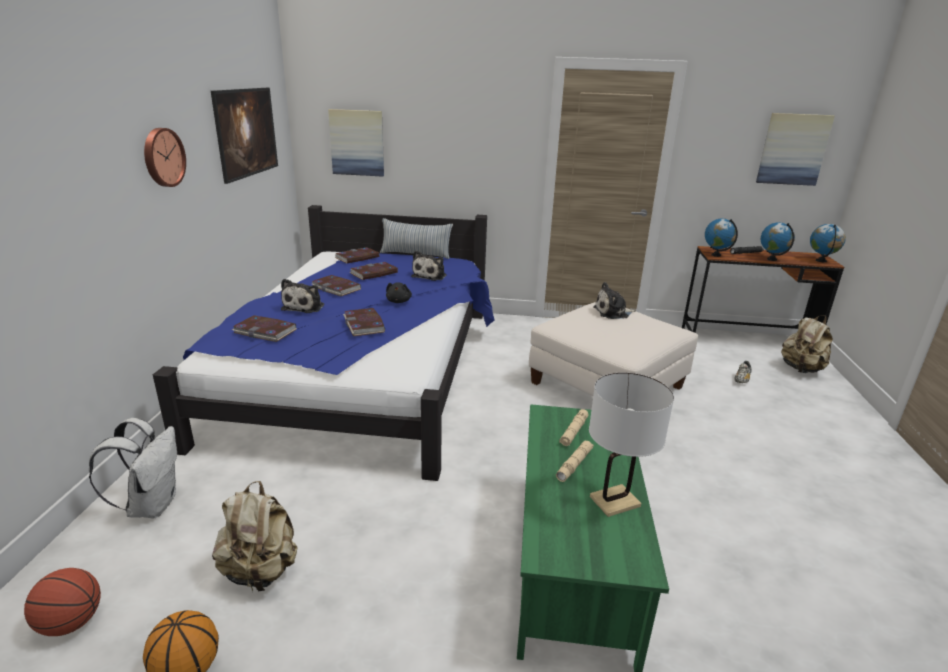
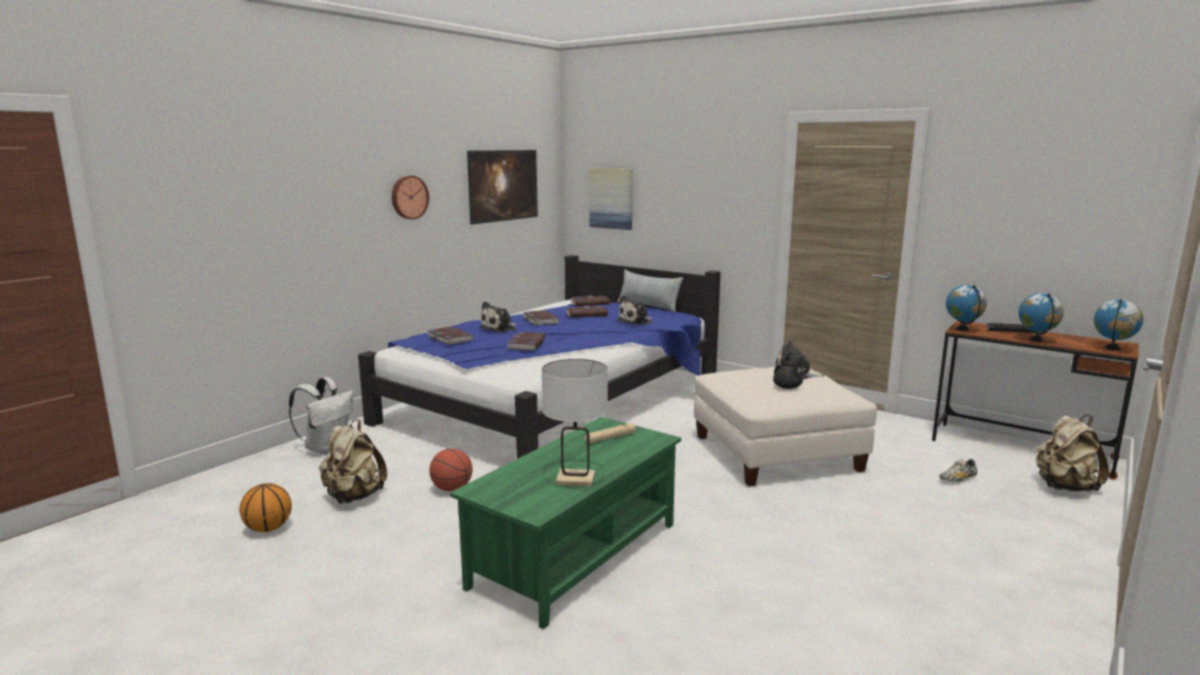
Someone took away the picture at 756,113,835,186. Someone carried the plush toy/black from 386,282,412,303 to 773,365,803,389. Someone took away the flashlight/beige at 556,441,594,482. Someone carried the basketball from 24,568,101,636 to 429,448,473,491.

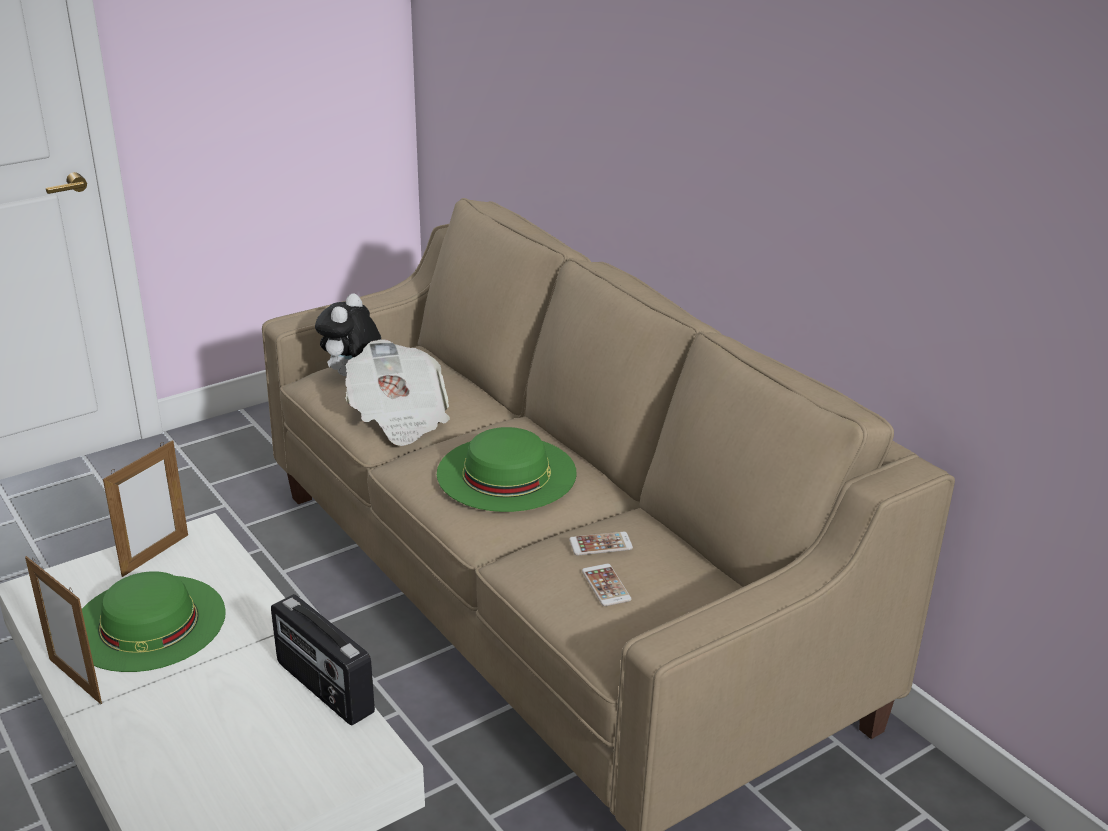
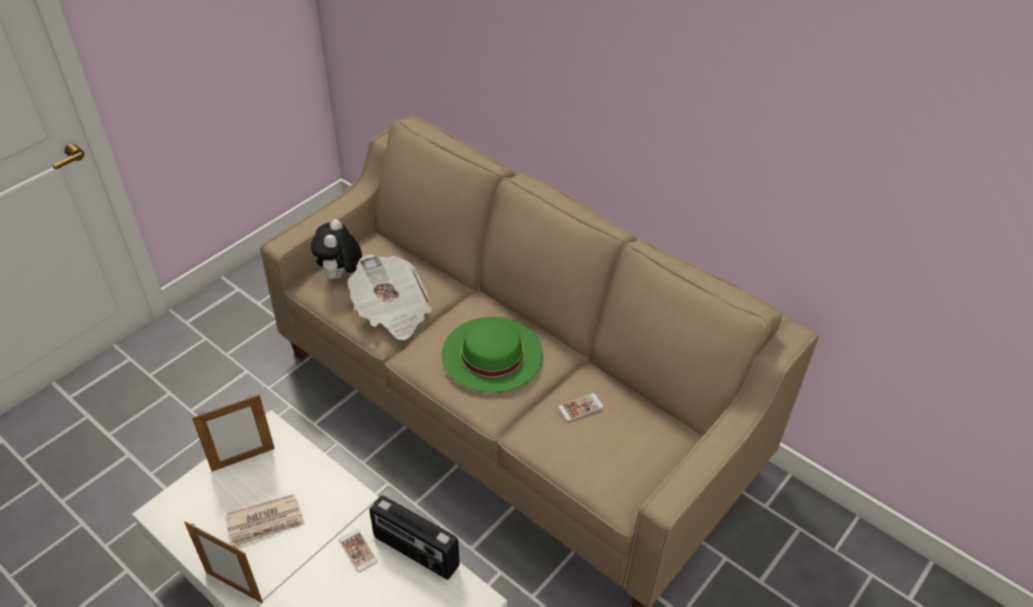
Someone rotated the picture frame at 103,440,188,577 by 45 degrees clockwise. Someone carried the phone from 582,564,632,606 to 339,530,377,572. Someone swapped the hat/green at 82,571,226,672 for the newspaper at 225,494,305,547.

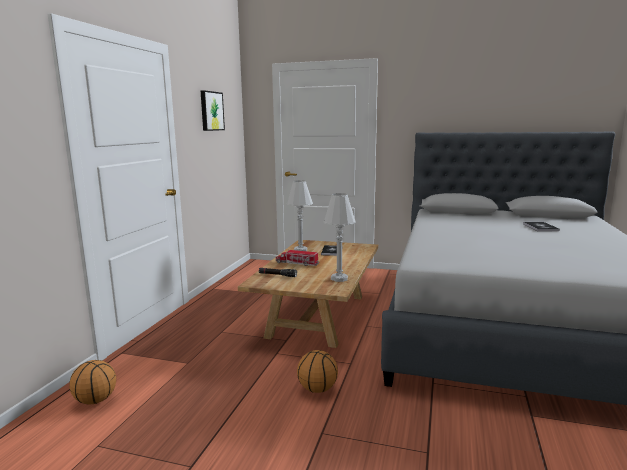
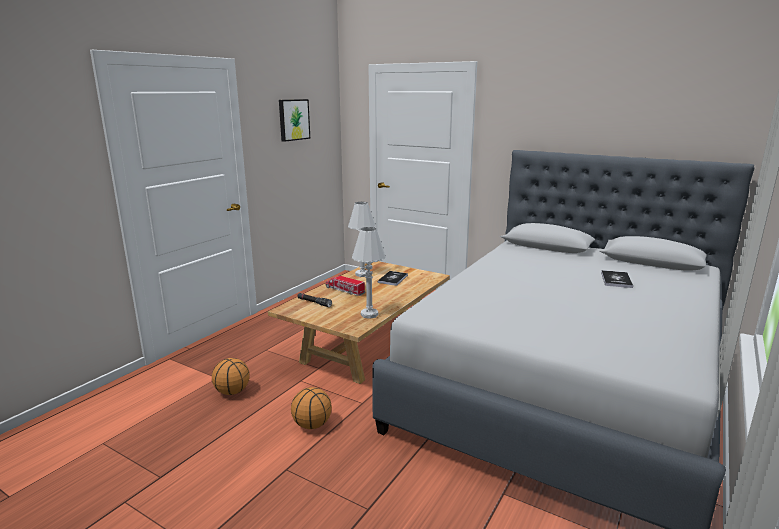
Someone carried the basketball from 69,360,116,404 to 212,358,250,395.

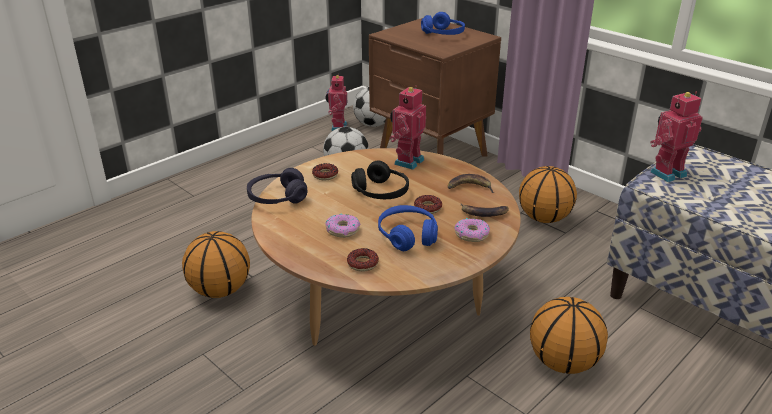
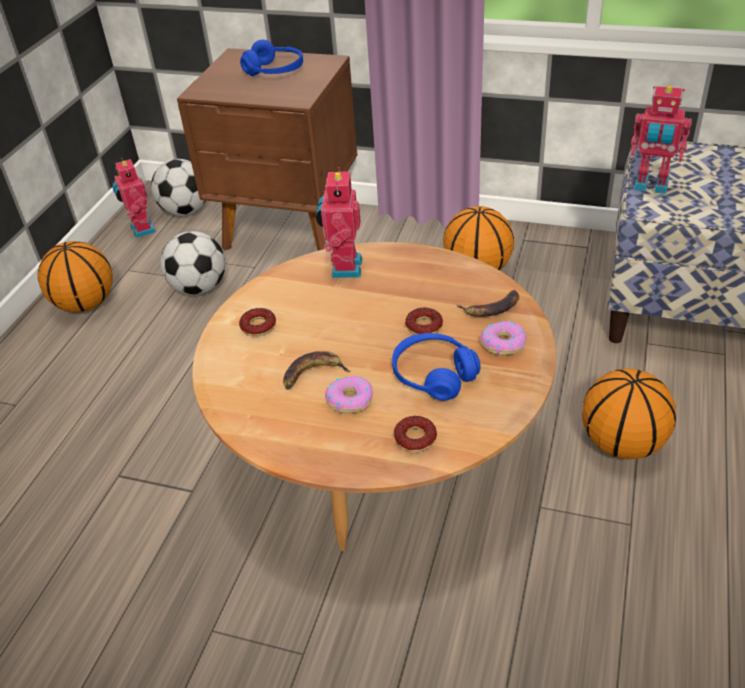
Someone rotated the toy robot at 650,92,703,182 by 105 degrees counterclockwise. Someone took away the headphones/black at 351,161,409,199. Someone took away the headphones/purple at 247,168,308,204. Someone carried the banana from 448,174,494,193 to 283,351,351,390. Someone carried the basketball from 182,231,250,298 to 38,241,113,312.

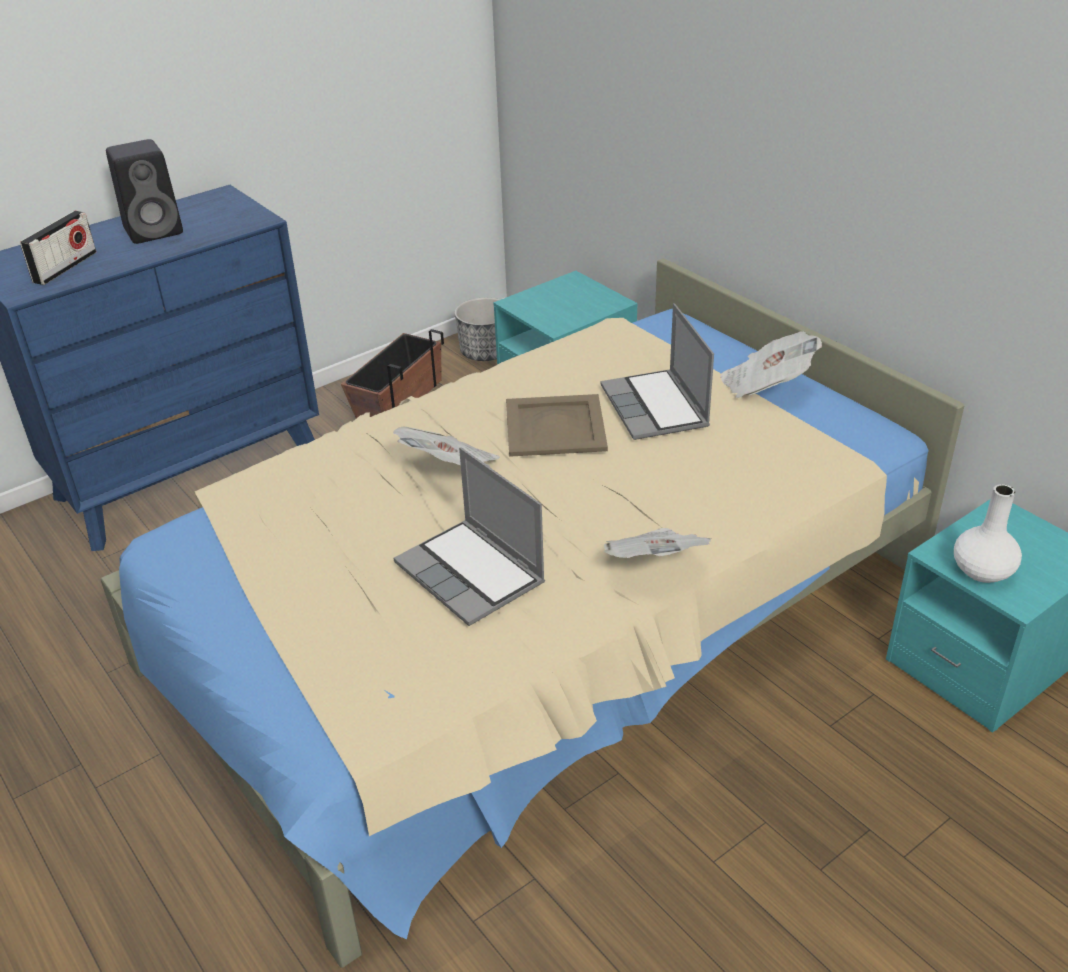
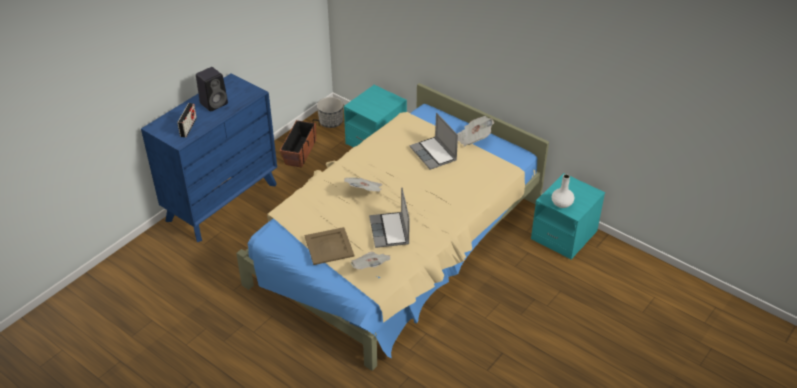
Someone carried the tray/beige from 506,394,608,457 to 305,227,354,265. Someone rotated the laptop at 394,447,545,626 by 45 degrees clockwise. Someone carried the newspaper from 604,528,711,558 to 351,252,390,269.

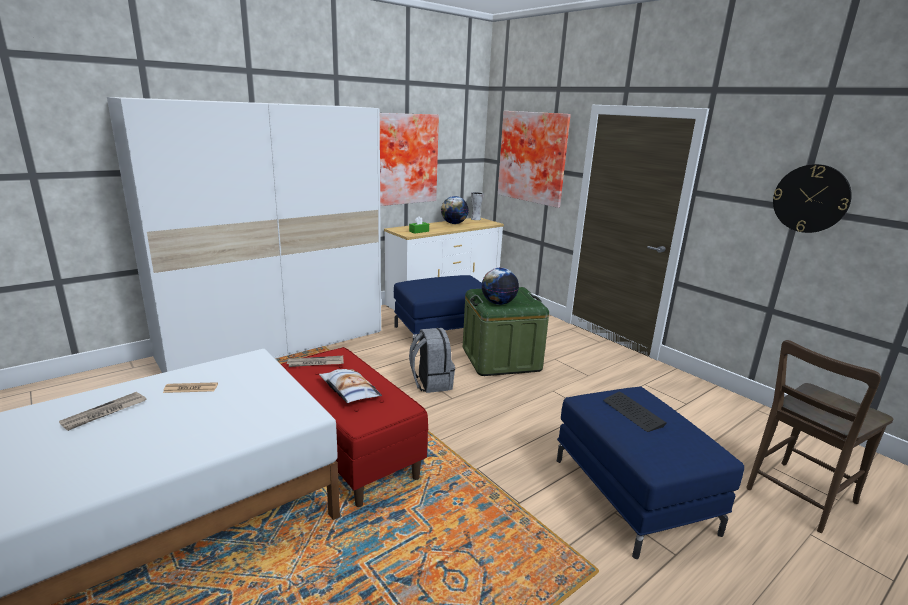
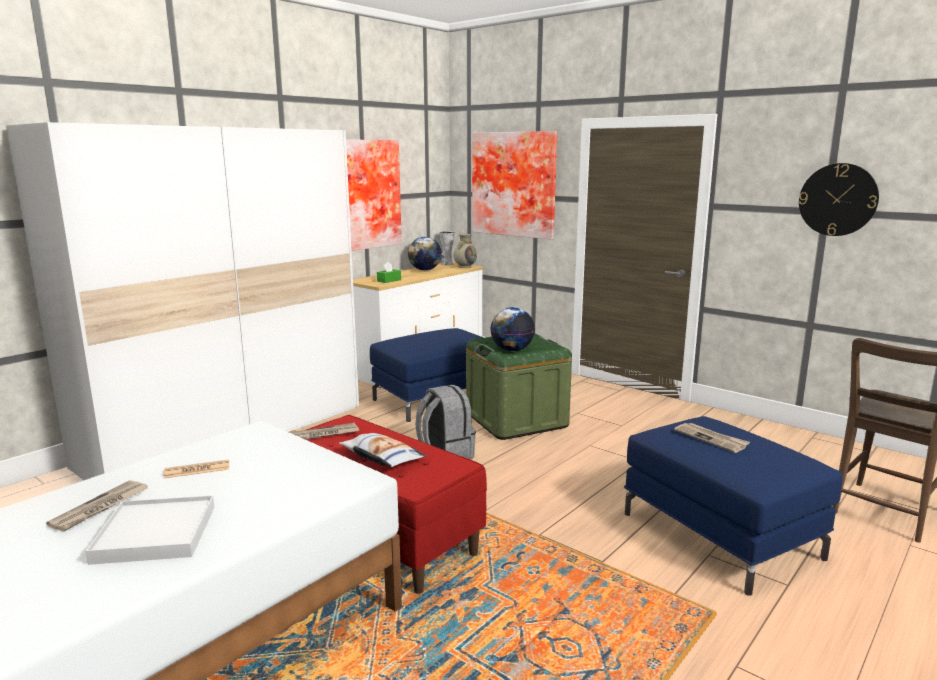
Someone swapped the keyboard at 603,391,667,432 for the newspaper at 674,423,750,453. Someone put down the vase/beige at 454,234,477,268. Someone put down the tray/white at 86,495,214,565.

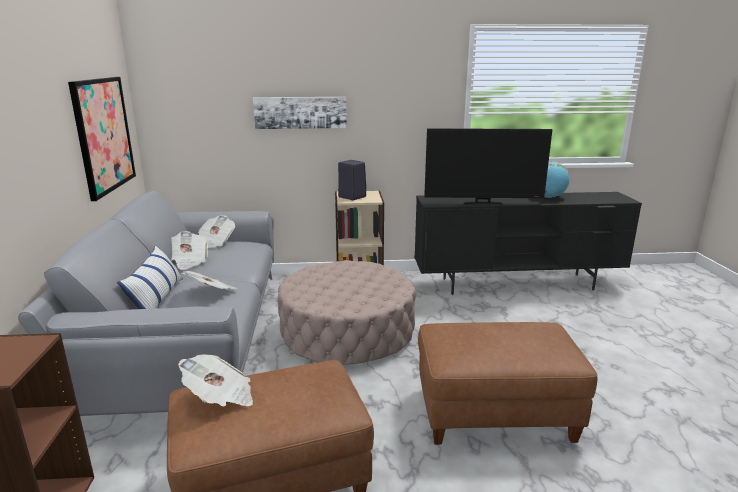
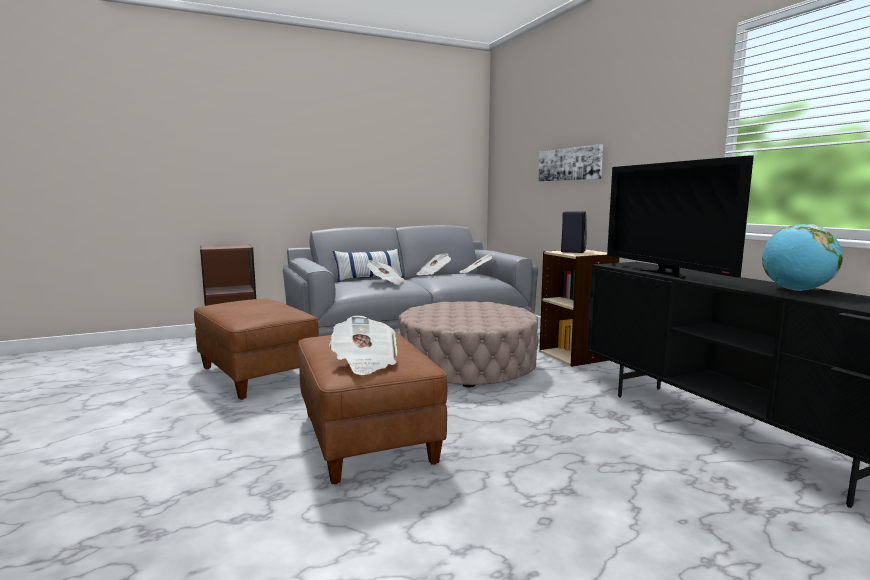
Someone took away the picture at 68,77,136,201. Someone carried the newspaper from 178,355,253,407 to 329,316,397,375.

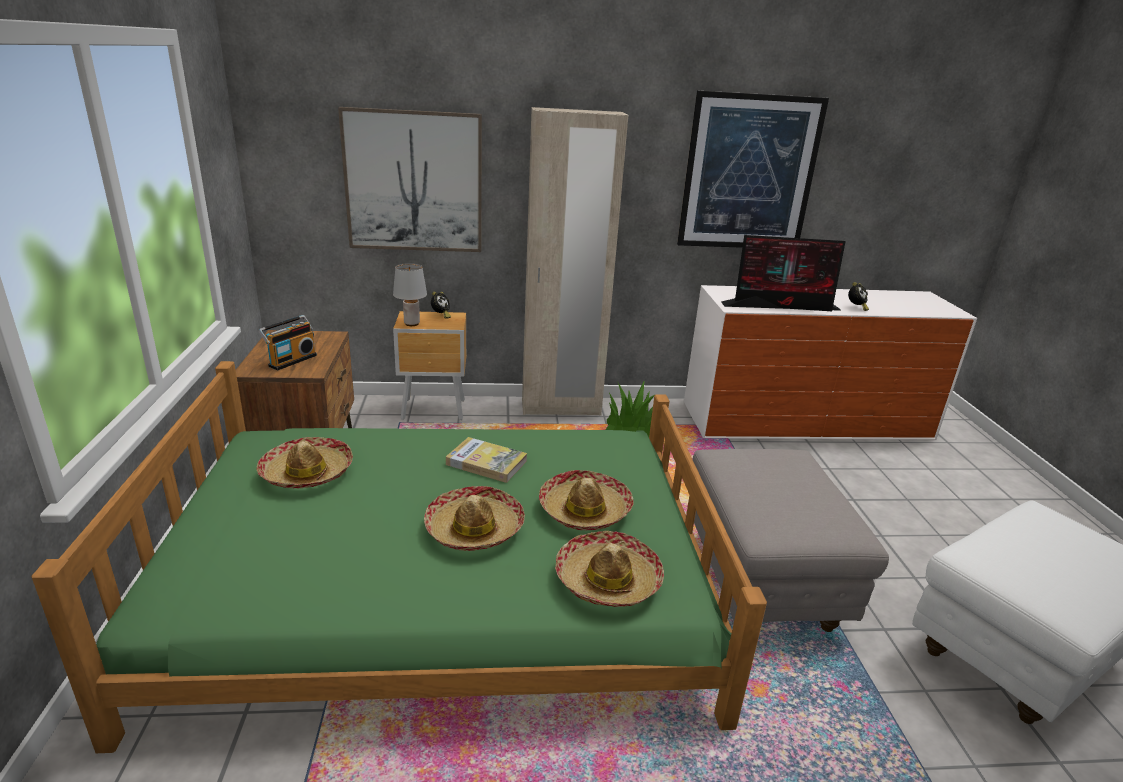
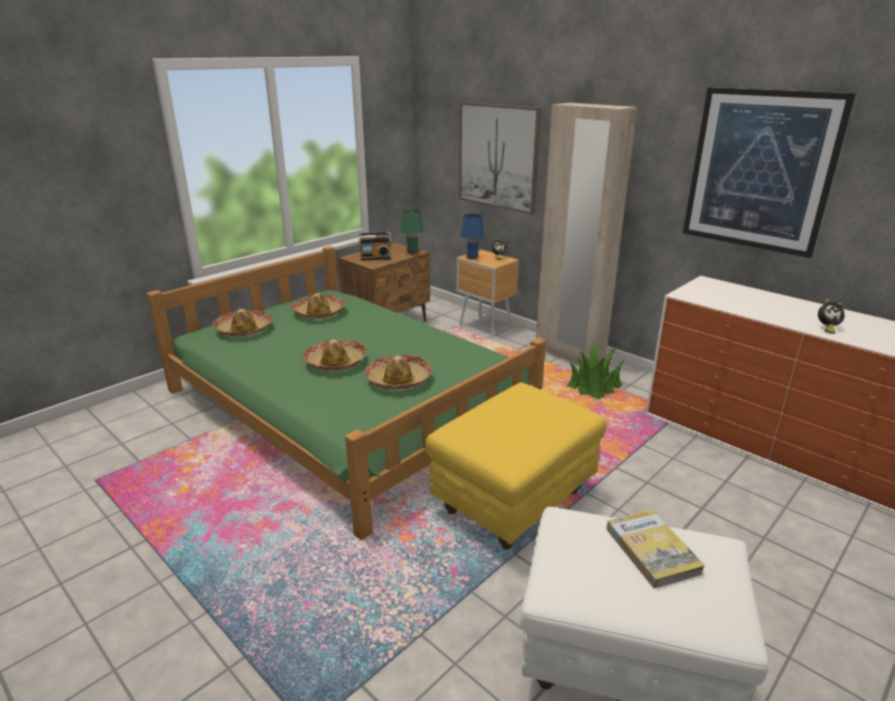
Someone took away the monitor at 721,235,846,311. Someone repainted the table lamp/grey at 393,263,427,326, which became the table lamp/blue at 461,213,484,259. Someone carried the book from 446,437,527,483 to 606,509,705,588. Someone repainted the ottoman/grey at 692,449,889,632, which became the ottoman/yellow at 425,382,607,550. Someone carried the hat from 555,531,664,607 to 213,309,272,336. Someone put down the table lamp/green at 400,209,424,253.

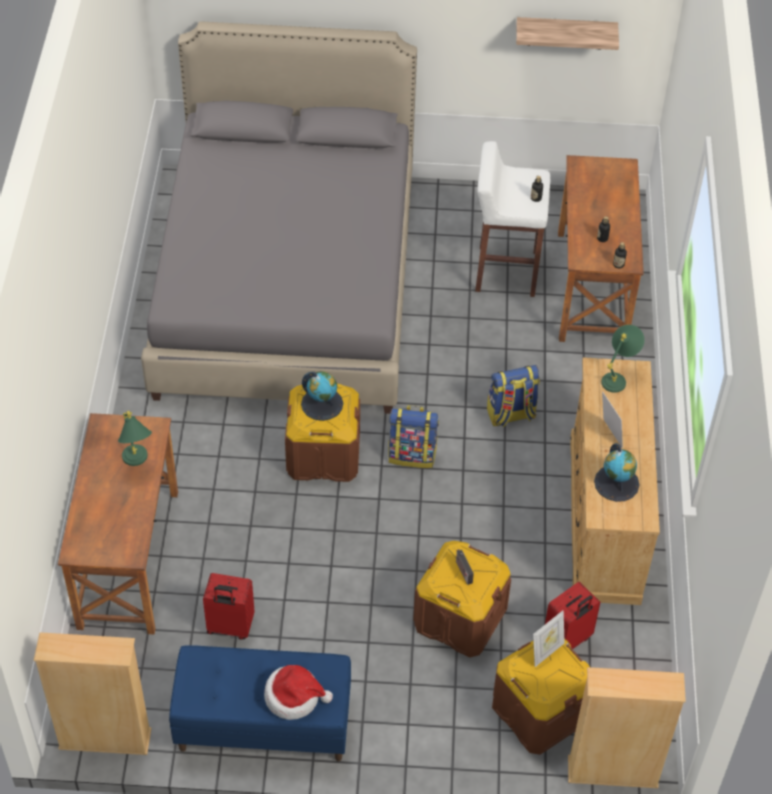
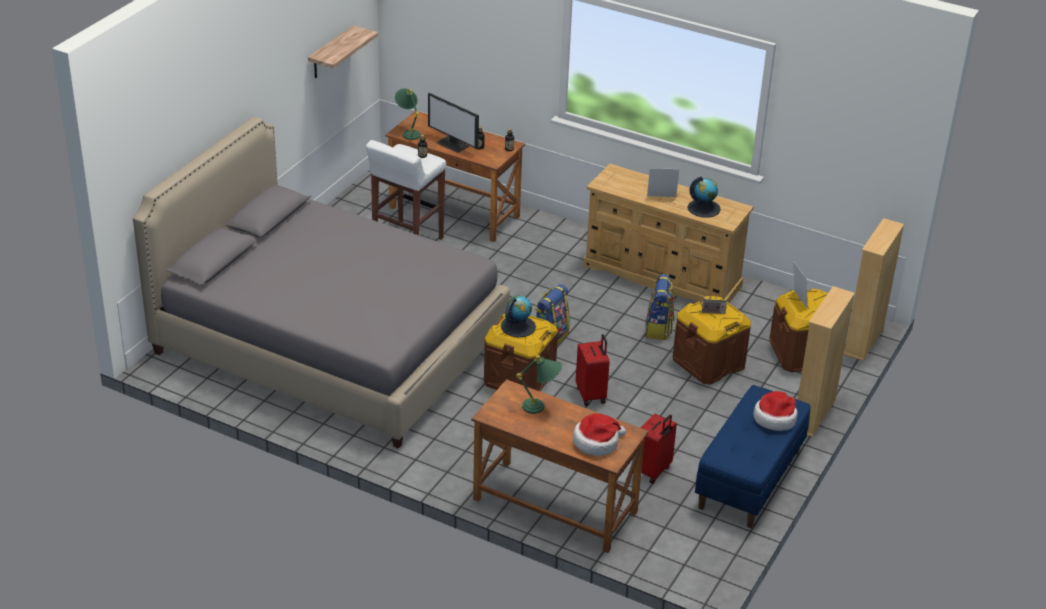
Someone carried the table lamp/green from 601,325,645,393 to 395,88,420,140. Someone carried the backpack from 487,365,540,427 to 645,274,674,340. Someone carried the suitcase/red from 545,582,600,649 to 576,334,610,406. Someone carried the bookcase/beige from 34,632,152,755 to 797,286,855,437. Someone put down the monitor at 428,93,479,153. Someone put down the hat at 573,414,626,456.

